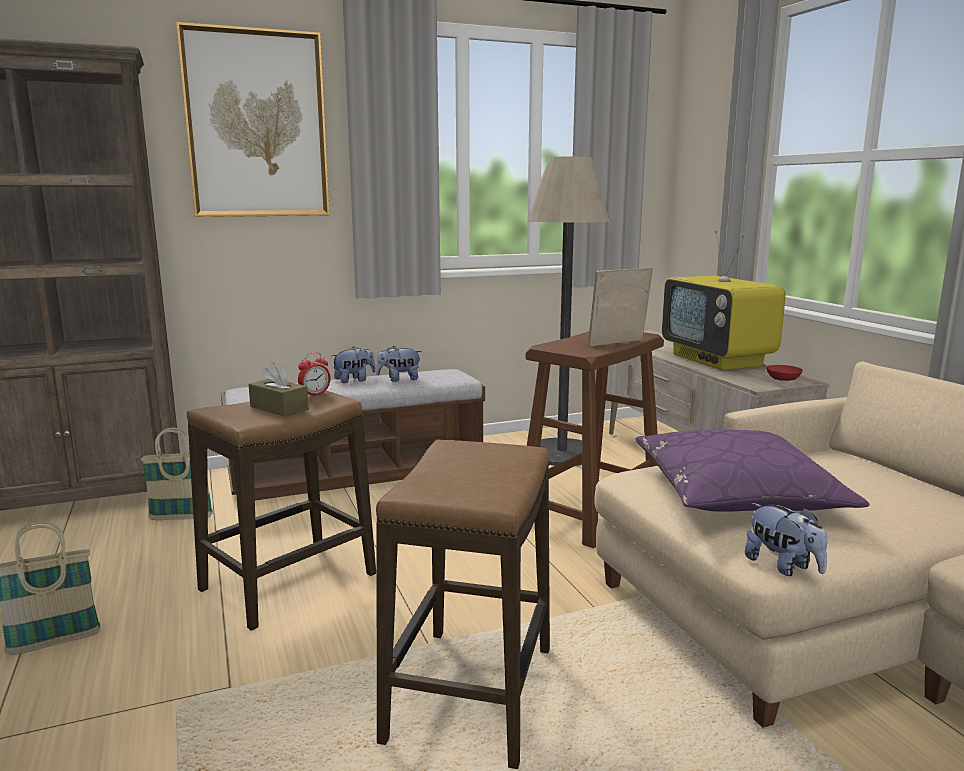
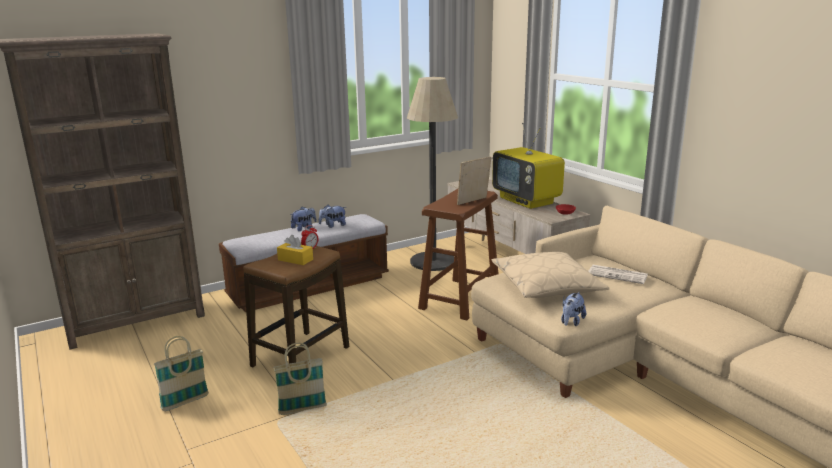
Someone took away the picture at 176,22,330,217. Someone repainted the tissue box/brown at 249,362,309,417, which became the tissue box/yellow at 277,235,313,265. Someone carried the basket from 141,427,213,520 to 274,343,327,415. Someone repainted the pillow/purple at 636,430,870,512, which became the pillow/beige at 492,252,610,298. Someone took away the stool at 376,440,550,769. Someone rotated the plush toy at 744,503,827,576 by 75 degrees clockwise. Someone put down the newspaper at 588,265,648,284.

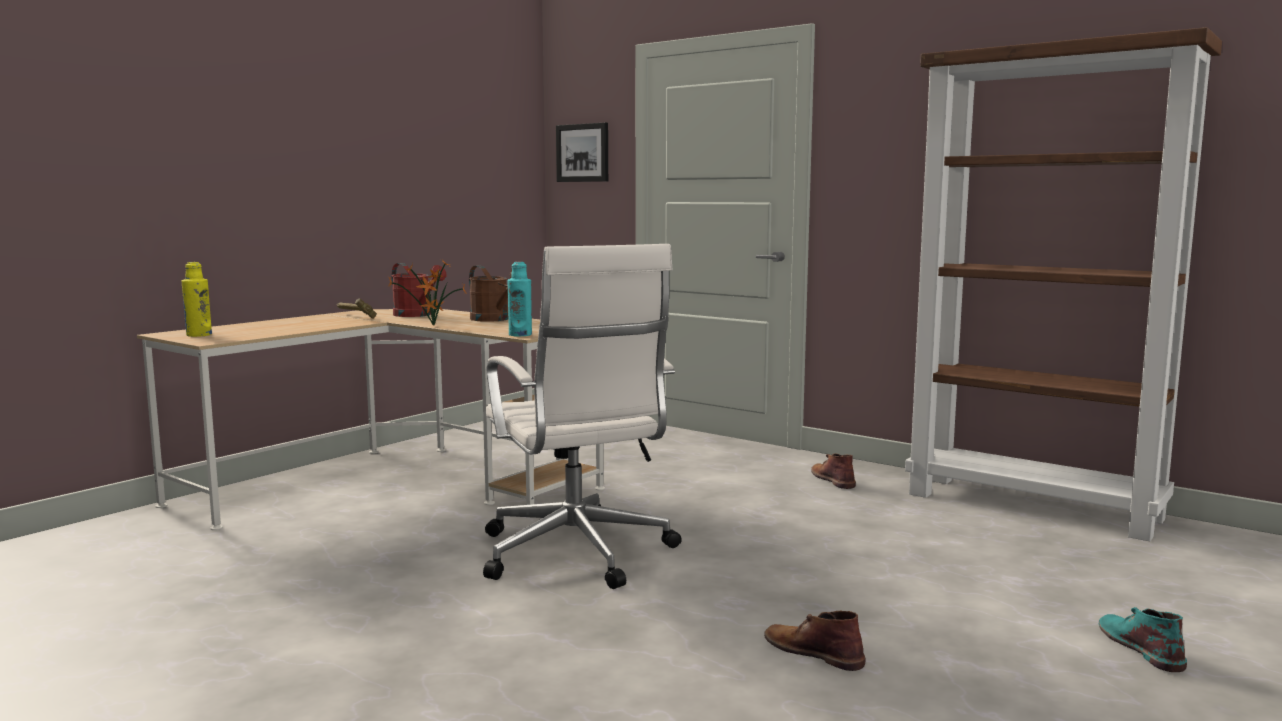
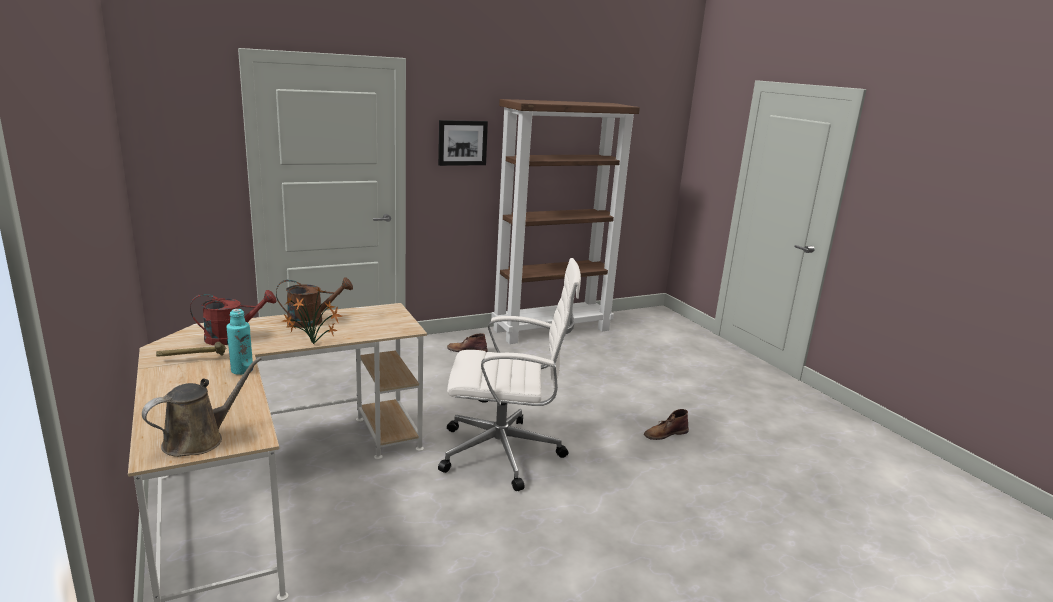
Someone carried the picture from 556,122,608,182 to 438,120,488,166. Someone swapped the bottle/yellow at 182,262,212,337 for the watering can/brown at 142,357,261,457. Someone carried the bottle/turquoise from 507,262,532,337 to 226,309,253,375. Someone took away the boot/turquoise at 1099,607,1187,672.

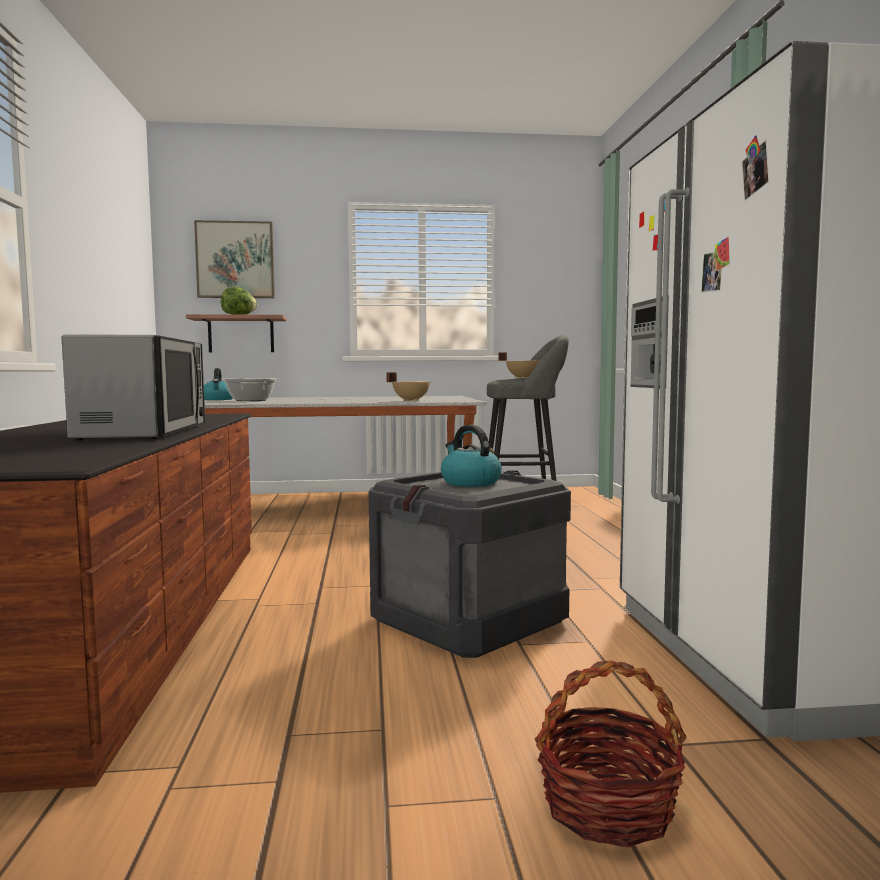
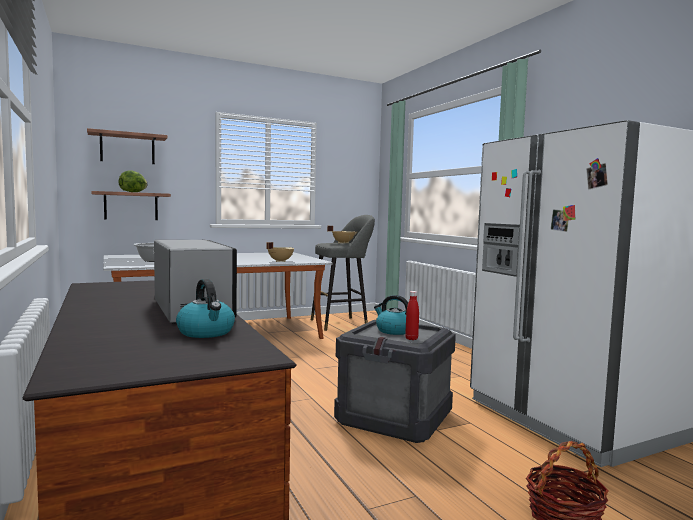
Someone swapped the picture at 194,220,275,298 for the shelf at 87,128,168,164. Someone carried the kettle from 204,368,233,400 to 176,279,235,338. Someone put down the bottle/red at 405,291,419,340.

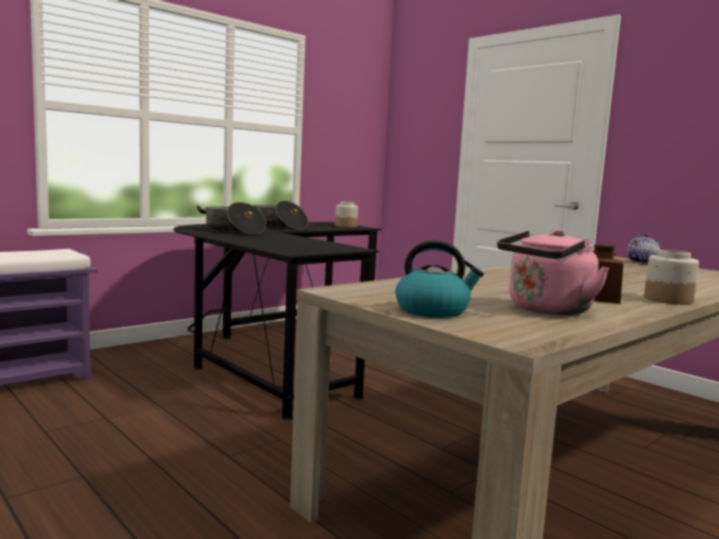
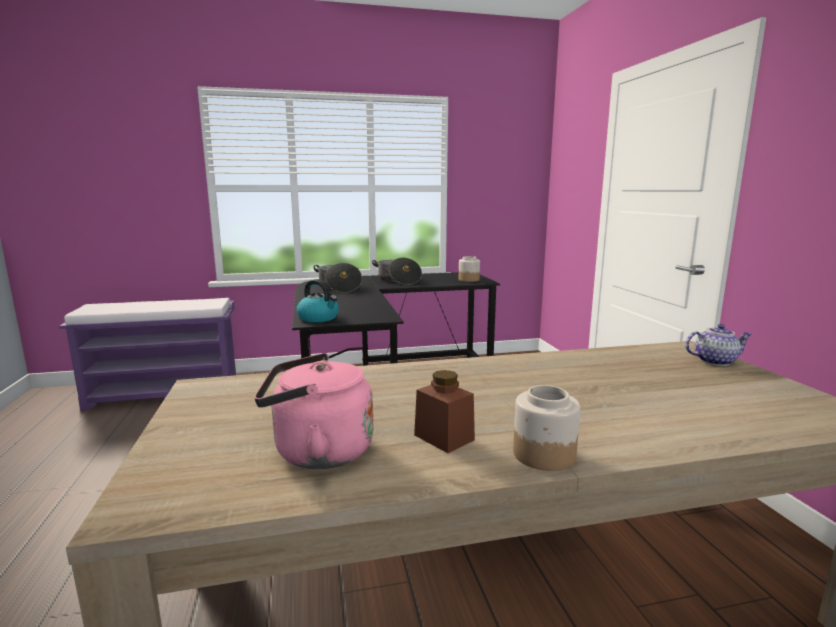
Someone carried the kettle from 396,240,484,318 to 297,279,339,322.

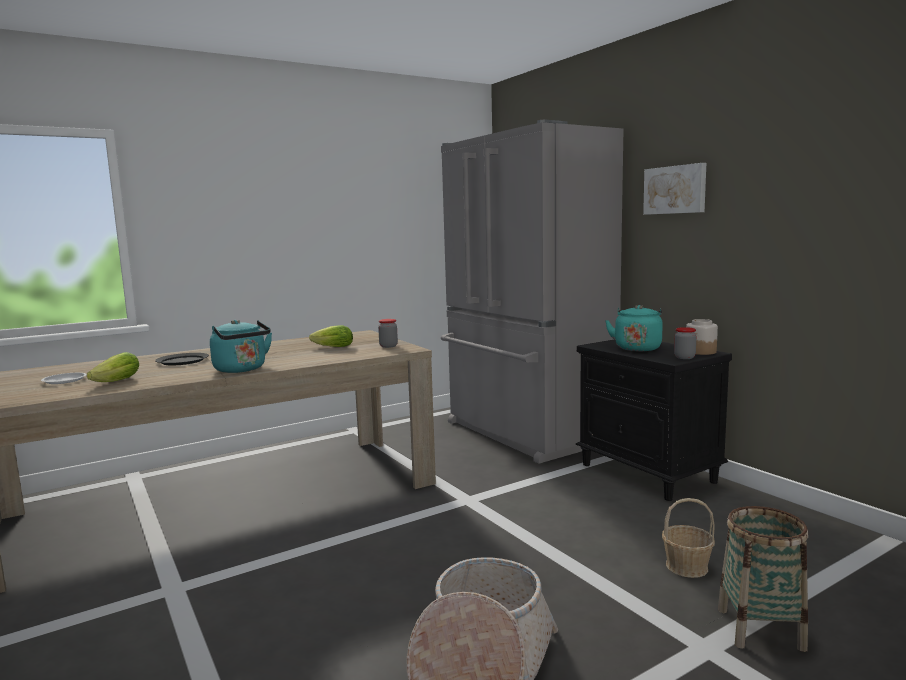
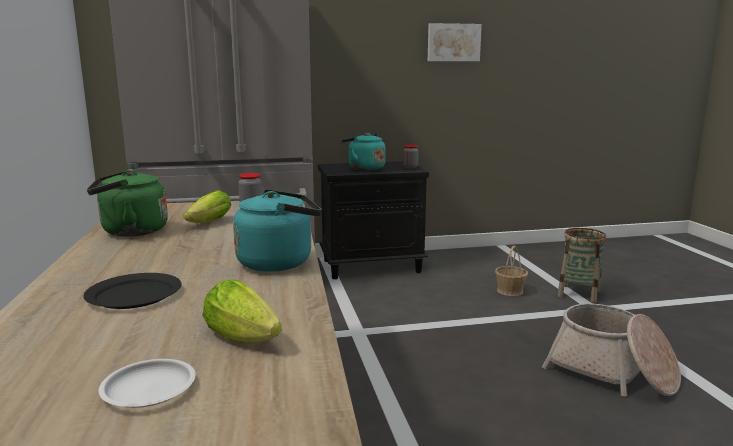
Someone carried the picture from 643,163,706,215 to 428,23,482,61. Someone took away the jar at 686,319,718,355. Someone put down the kettle/green at 87,169,168,237.

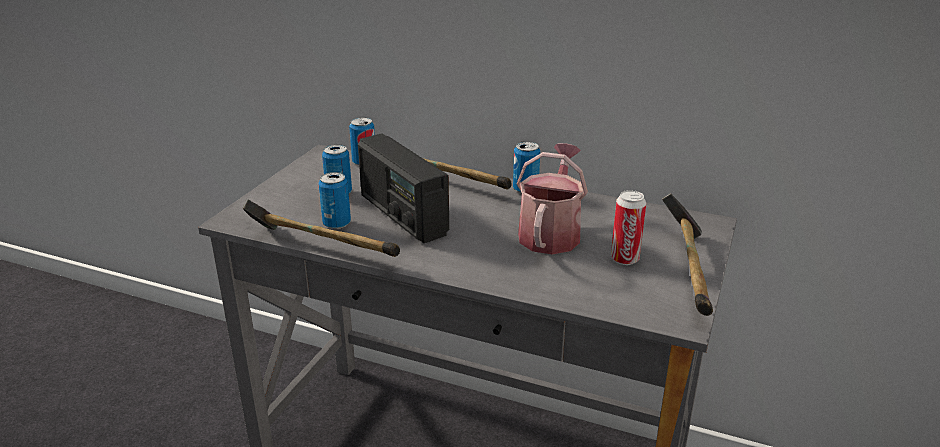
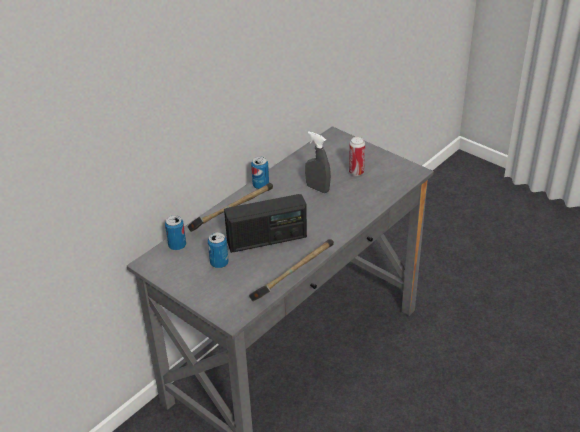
Someone swapped the watering can at 516,143,588,254 for the spray bottle/grey at 305,132,331,193. Someone took away the can at 318,172,351,229. Someone took away the hammer at 662,193,713,316.

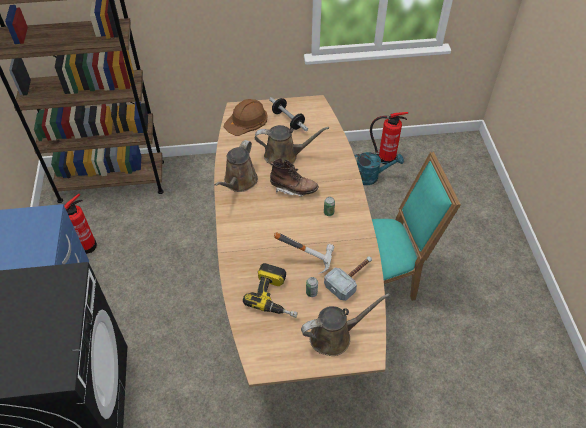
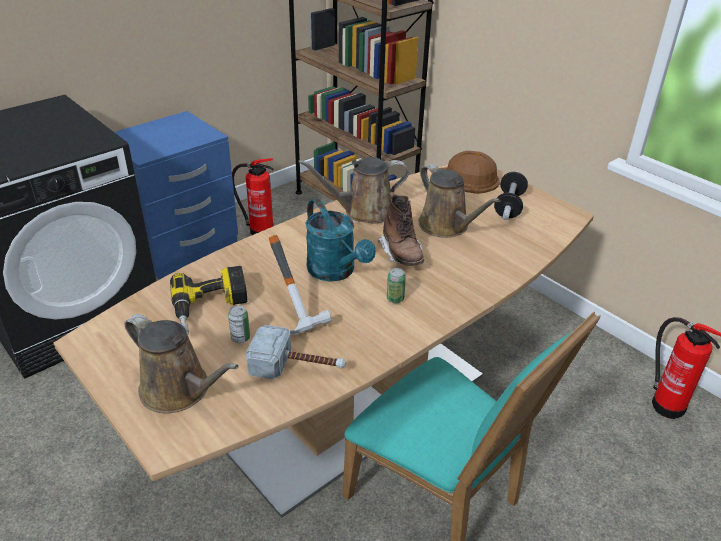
Someone carried the watering can/turquoise from 354,152,404,185 to 306,199,376,281.

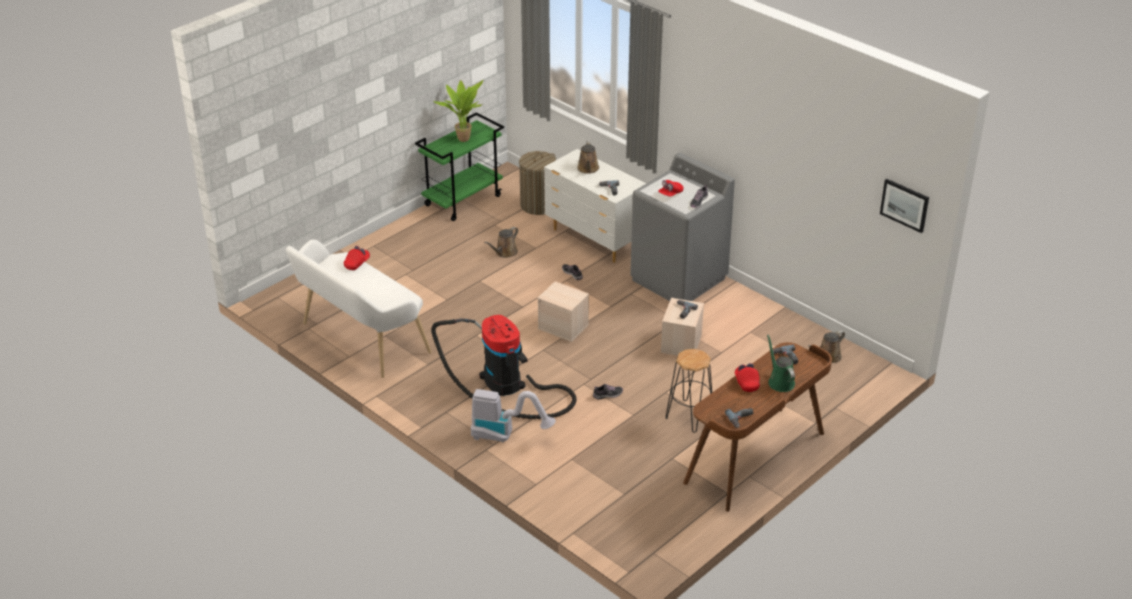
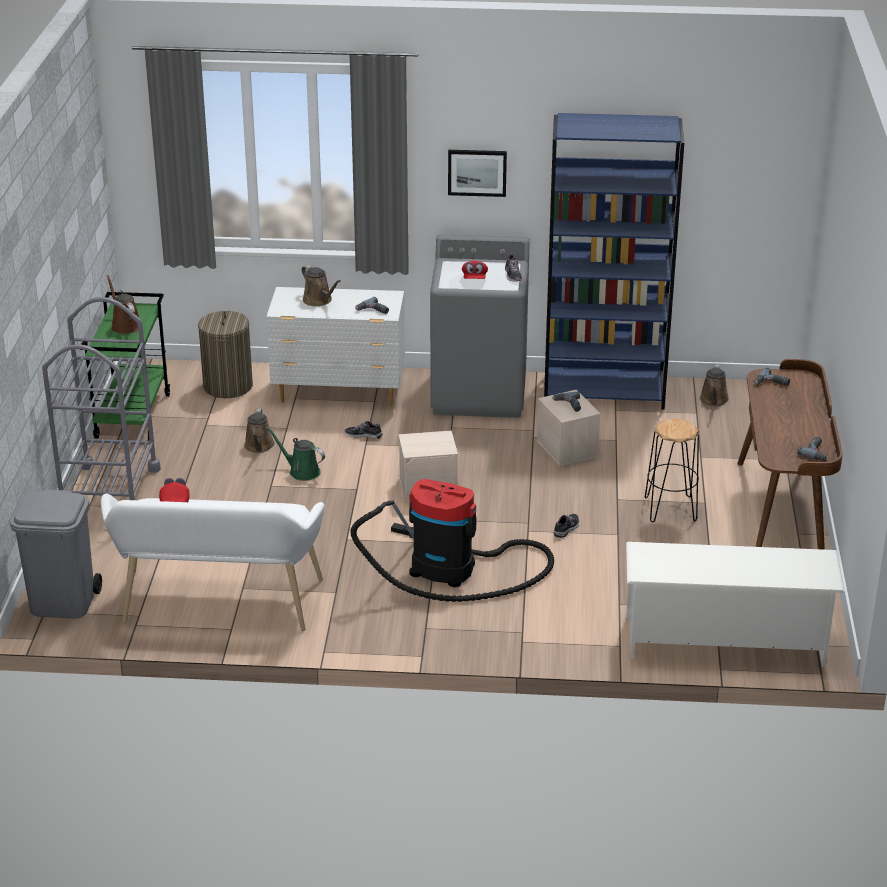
Someone swapped the potted plant at 434,80,483,142 for the watering can/brown at 107,275,139,334. Someone carried the picture from 880,179,929,233 to 448,150,507,197. Someone carried the watering can/green from 767,334,795,392 to 267,427,325,481. Someone took away the cap/red at 735,363,760,392. Someone took away the vacuum cleaner at 471,389,556,443. Someone put down the bookcase/blue at 544,113,684,410. Someone put down the cart/grey at 42,297,161,500. Someone put down the trash can/grey at 10,489,102,619. Someone put down the shoe rack/white at 626,542,845,667.

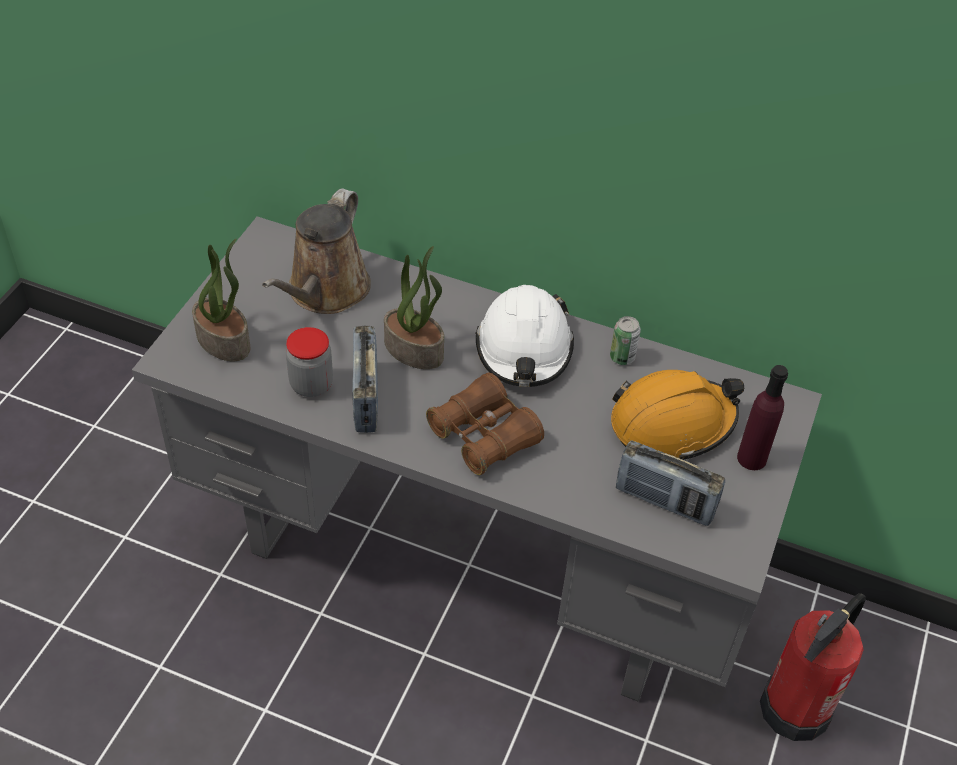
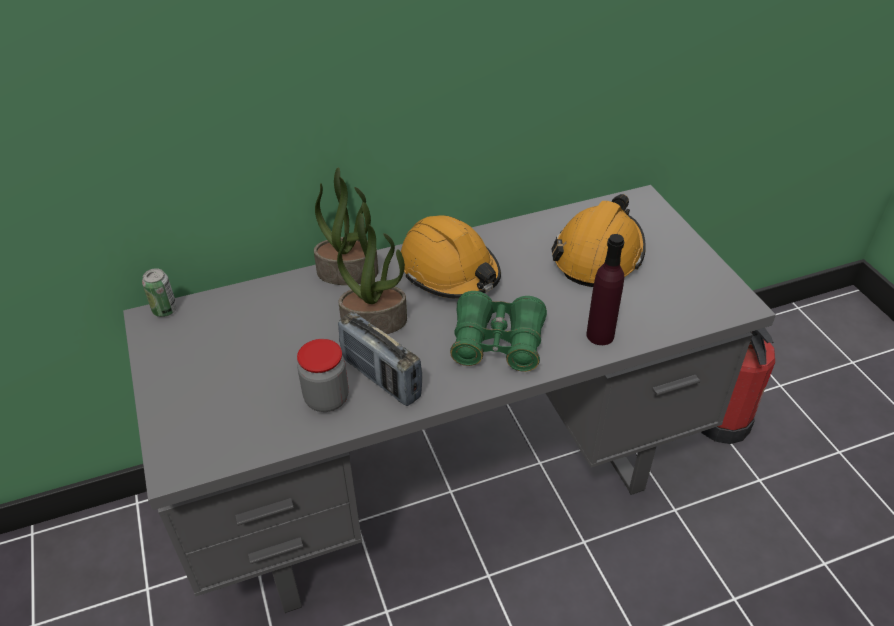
Someone took away the watering can/brown at 262,188,371,314. Someone carried the potted plant from 192,239,250,361 to 314,167,379,285. Someone repainted the hard hat/white at 475,285,574,387, which became the hard hat/orange at 401,215,501,299. Someone carried the can from 610,316,641,365 to 142,268,177,317. Someone carried the bottle/purple from 737,365,788,470 to 586,234,624,345. Someone repainted the binoculars/brown at 426,373,544,475, which became the binoculars/green at 450,291,547,372. Someone took away the radio at 616,440,725,526.

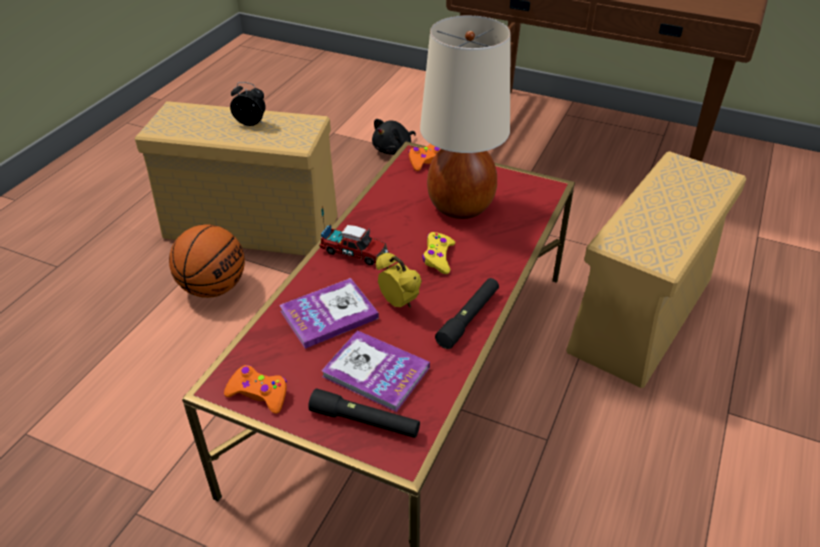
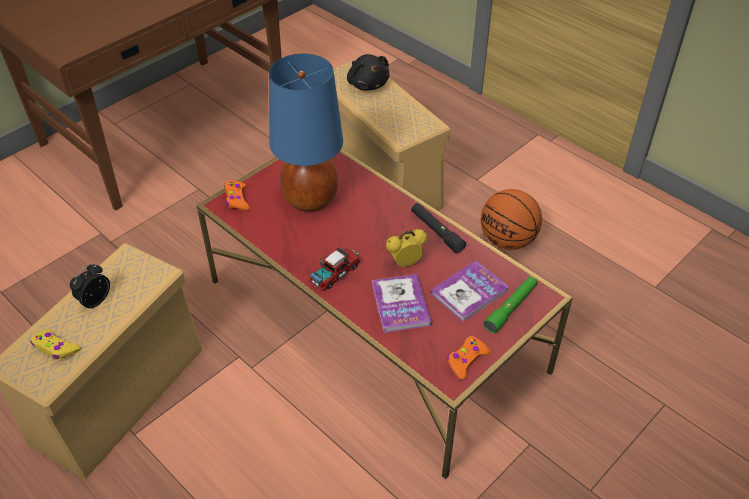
Someone repainted the table lamp/beige at 420,15,511,219, which became the table lamp/blue at 269,54,343,212. Someone carried the plush toy/black from 372,119,416,155 to 347,54,390,90. Someone carried the basketball from 169,224,245,298 to 481,189,542,250. Someone carried the game controller/yellow from 422,232,455,274 to 30,330,81,359. Someone repainted the flashlight/black at 308,389,420,438, which became the flashlight/green at 484,277,537,333.

